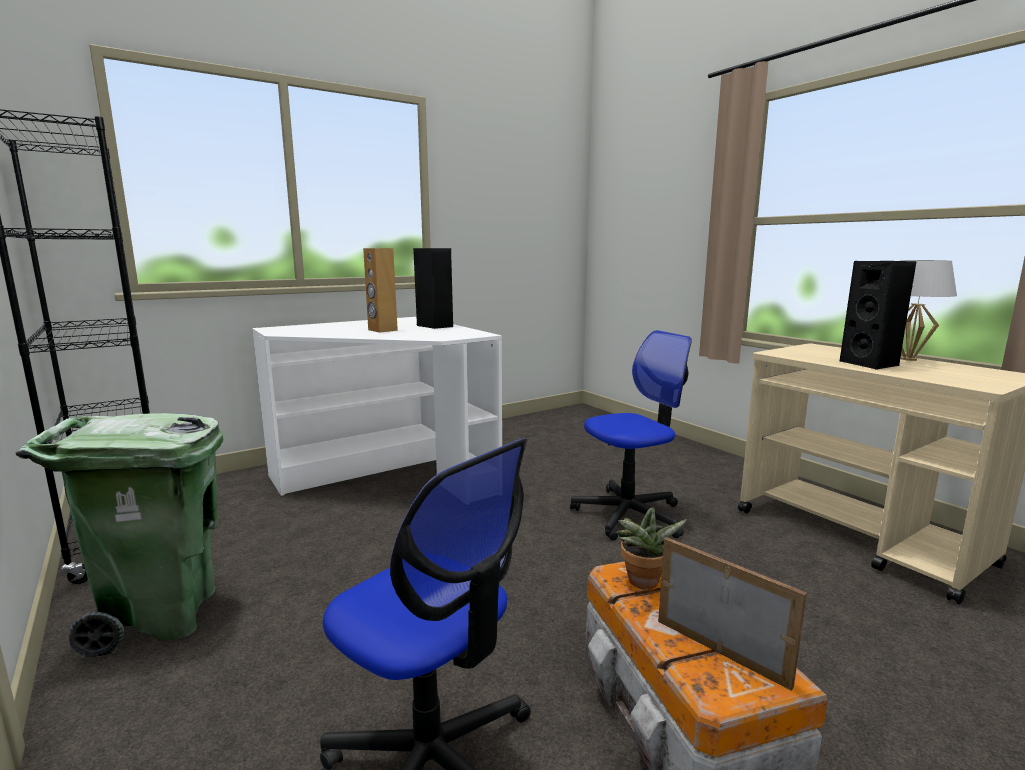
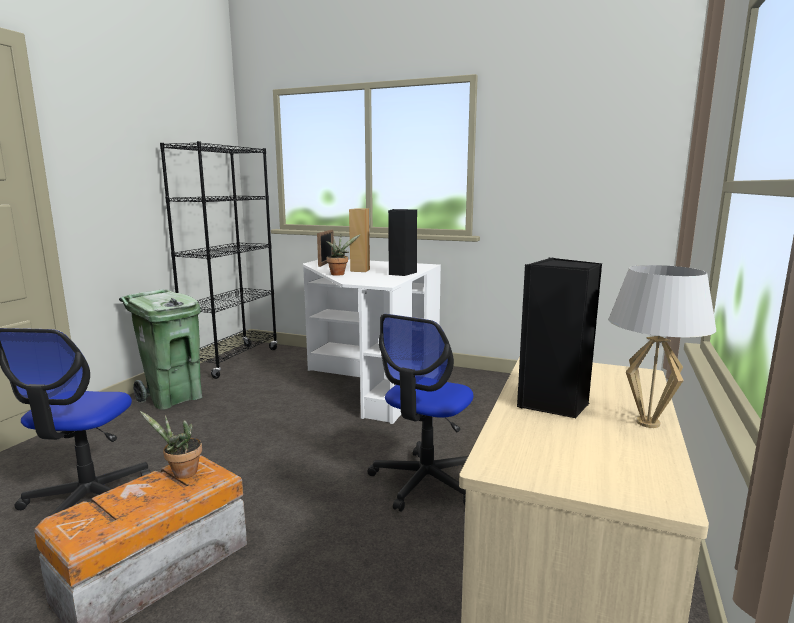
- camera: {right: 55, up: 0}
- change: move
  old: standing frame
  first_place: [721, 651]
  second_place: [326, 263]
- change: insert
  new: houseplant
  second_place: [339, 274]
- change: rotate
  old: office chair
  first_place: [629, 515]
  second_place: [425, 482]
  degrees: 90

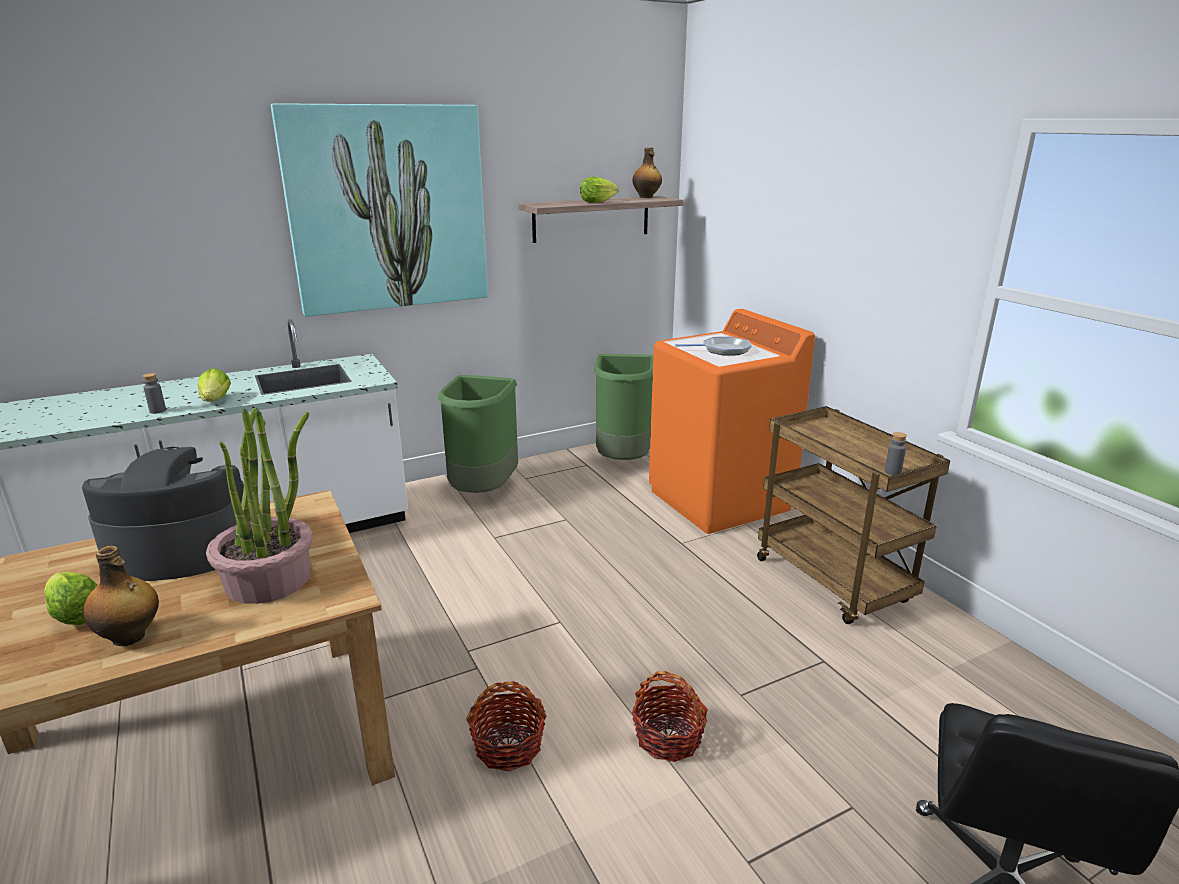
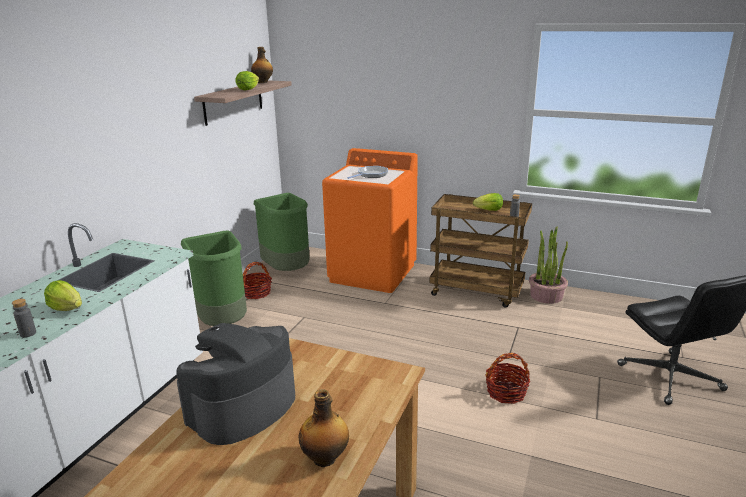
- camera: {right: -40, up: 0}
- change: move
  old: basket
  first_place: [508, 746]
  second_place: [256, 293]
- change: move
  old: head of lettuce
  first_place: [77, 616]
  second_place: [489, 210]
- change: move
  old: houseplant
  first_place: [269, 579]
  second_place: [546, 295]
- change: delete
  old: wall picture
  first_place: [388, 209]

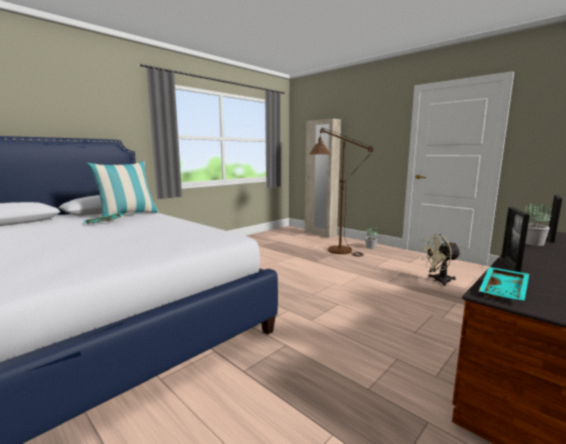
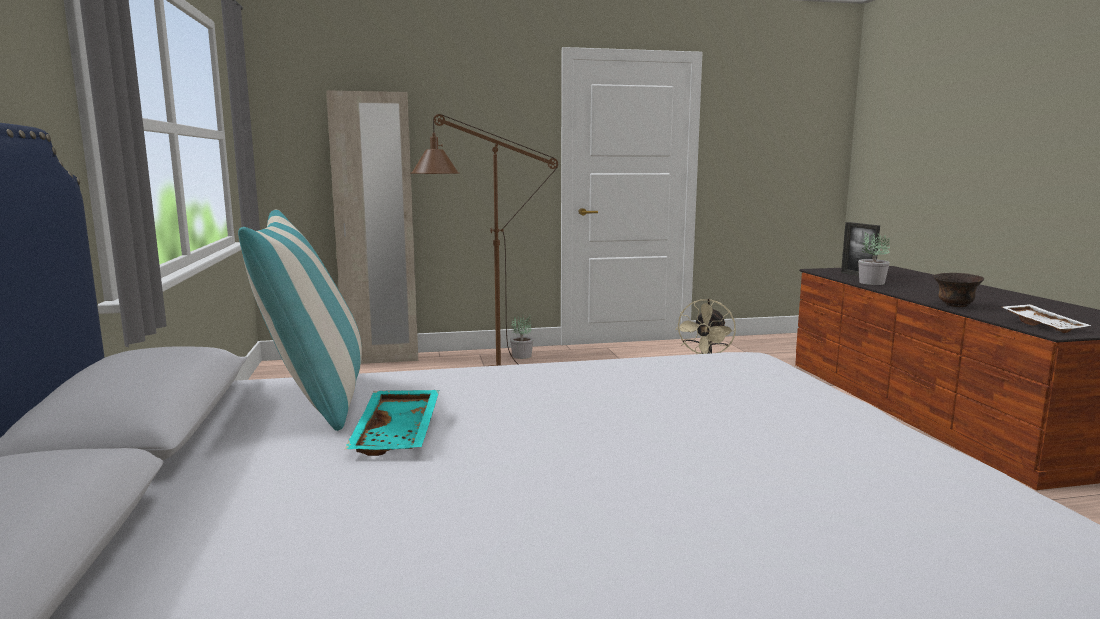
- camera: {right: -55, up: 0}
- change: replace
  old: standing frame
  new: brown-coloured serving bowl
  first_place: [510, 265]
  second_place: [955, 306]
- change: recolor
  old: turquoise-coloured serving tray
  new: whitish serving tray
  first_place: [505, 291]
  second_place: [1043, 326]

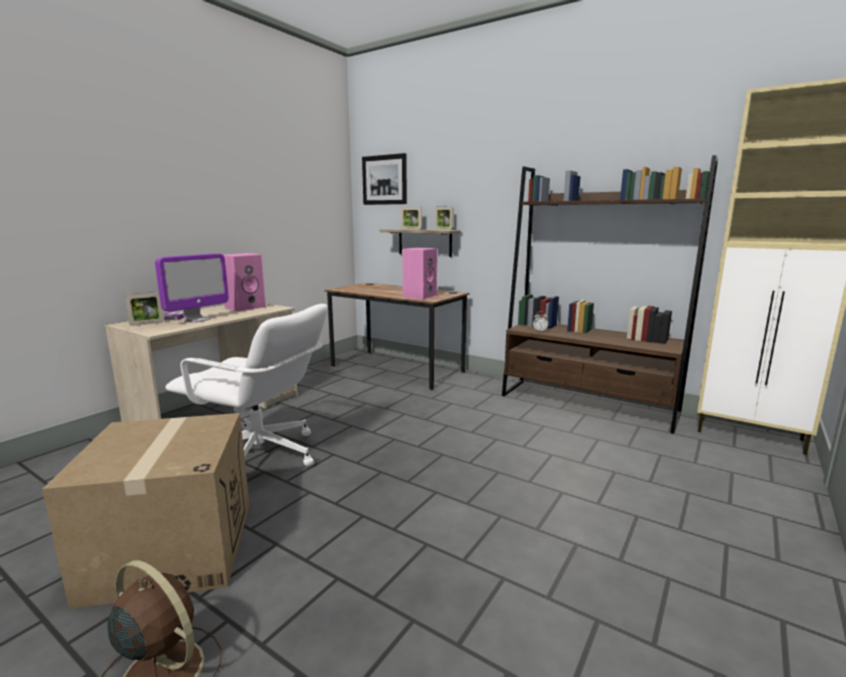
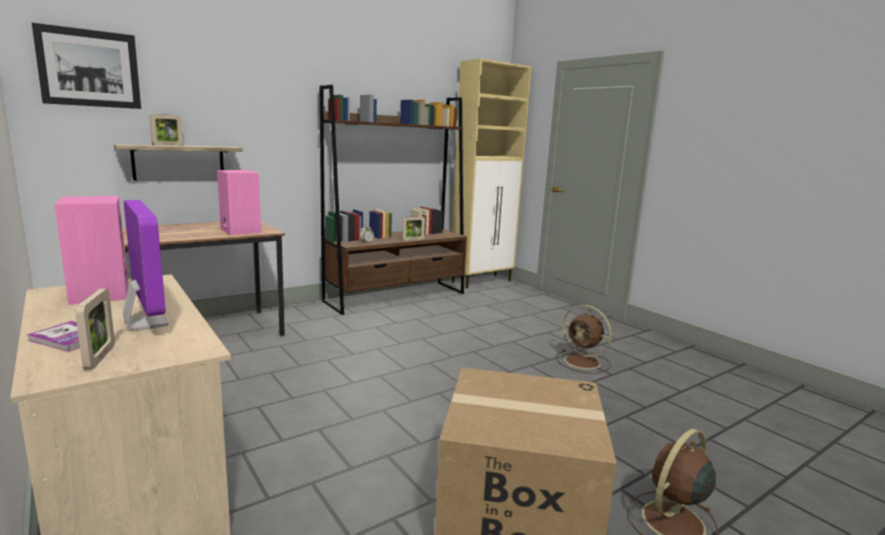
- camera: {right: -70, up: 0}
- change: move
  old: standing frame
  first_place: [443, 229]
  second_place: [413, 239]
- change: insert
  new: brown-coloured fan
  second_place: [584, 362]
- change: delete
  old: whitish office chair
  first_place: [261, 457]

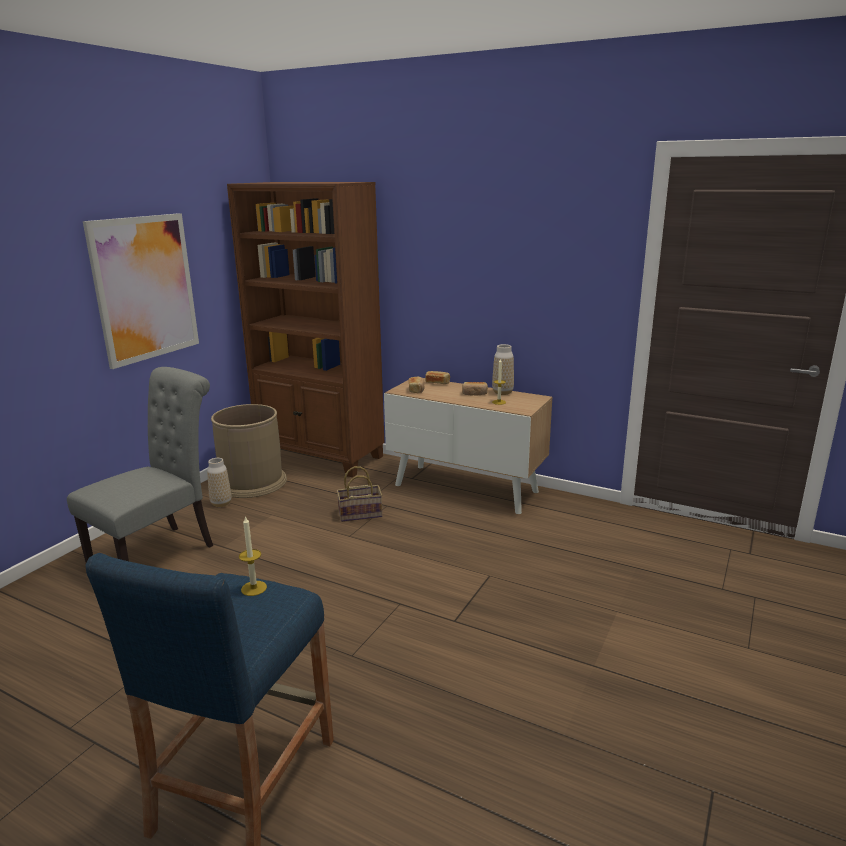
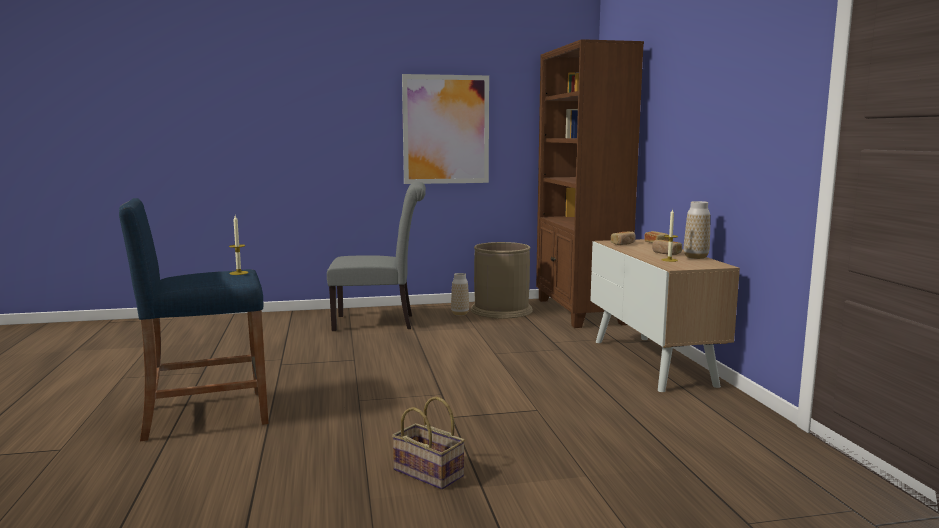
- camera: {right: 50, up: -10}
- change: move
  old: basket
  first_place: [361, 514]
  second_place: [430, 473]

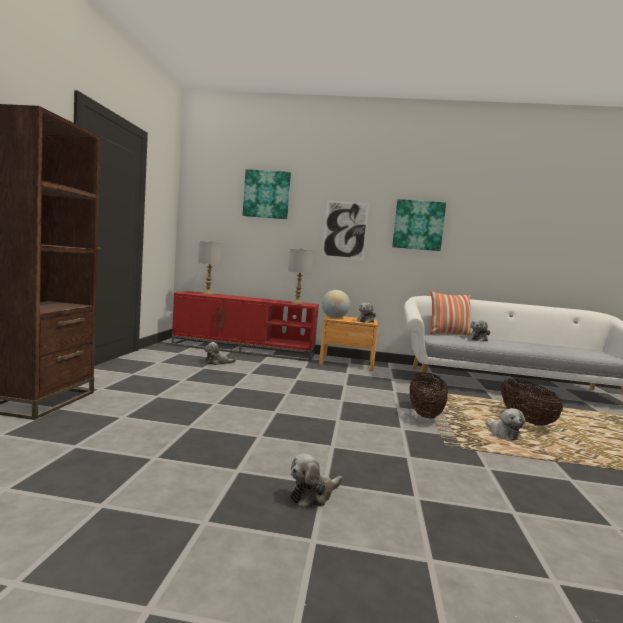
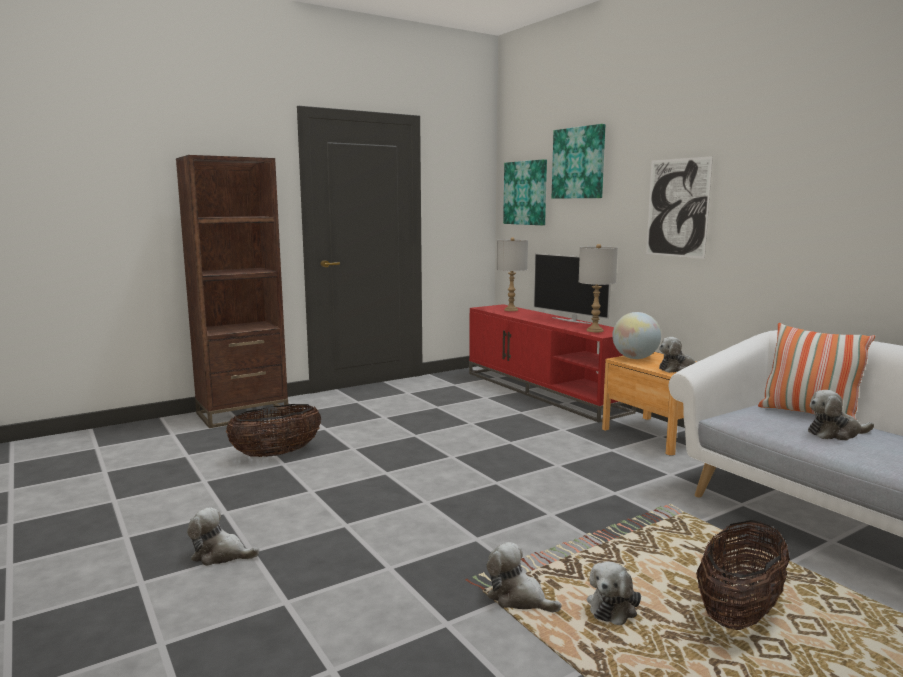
- camera: {right: 50, up: 5}
- change: move
  old: basket
  first_place: [425, 414]
  second_place: [276, 454]
- change: move
  old: plush toy
  first_place: [217, 363]
  second_place: [518, 598]
- change: move
  old: wall picture
  first_place: [418, 225]
  second_place: [526, 193]
- change: insert
  new: TV
  second_place: [571, 320]

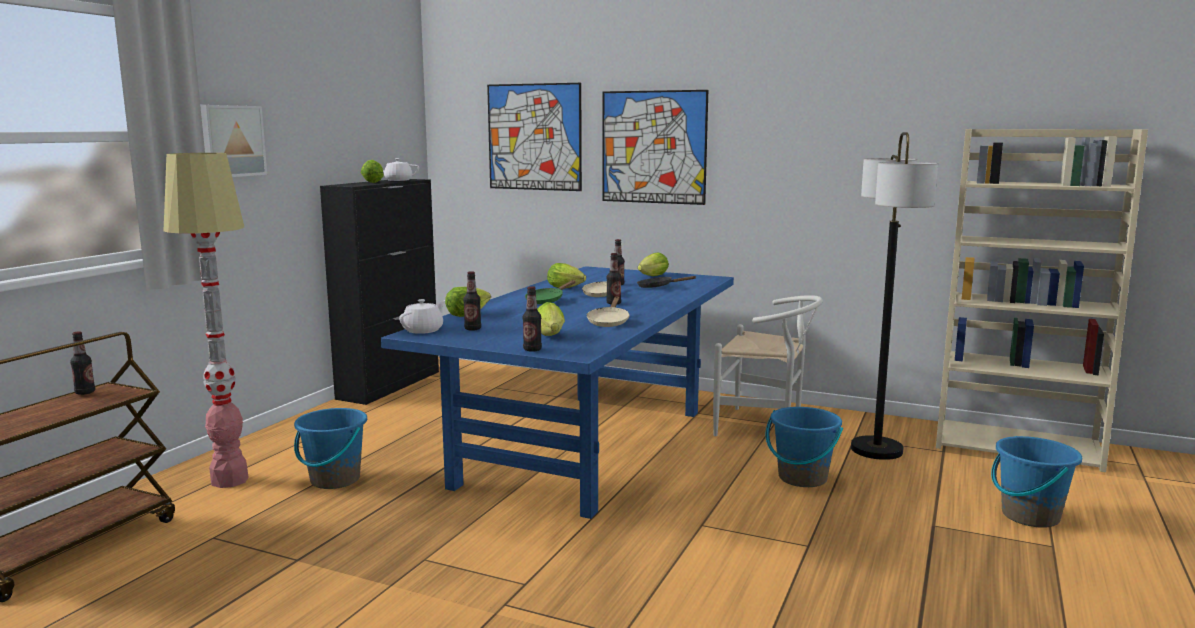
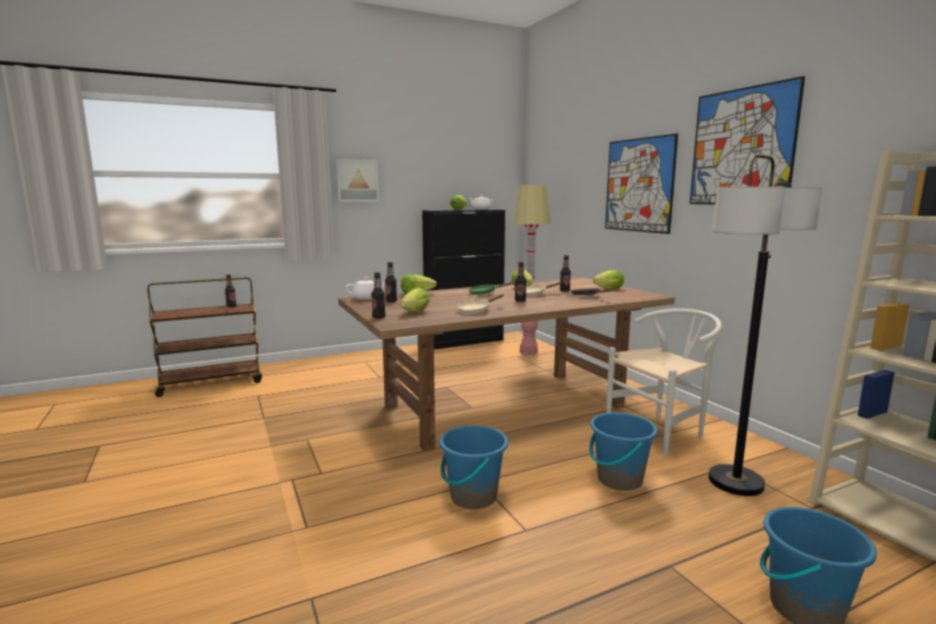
- camera: {right: 40, up: 0}
- change: recolor
  old: bluish dinner table
  new: brown-coloured dinner table
  first_place: [587, 445]
  second_place: [506, 405]
- change: move
  old: bluish water bucket
  first_place: [334, 480]
  second_place: [473, 497]
- change: move
  old: standing lamp
  first_place: [229, 480]
  second_place: [528, 352]
- change: rotate
  old: whitish upright chair
  first_place: [765, 427]
  second_place: [661, 432]
  degrees: -90
- change: move
  old: wall picture
  first_place: [534, 137]
  second_place: [741, 147]

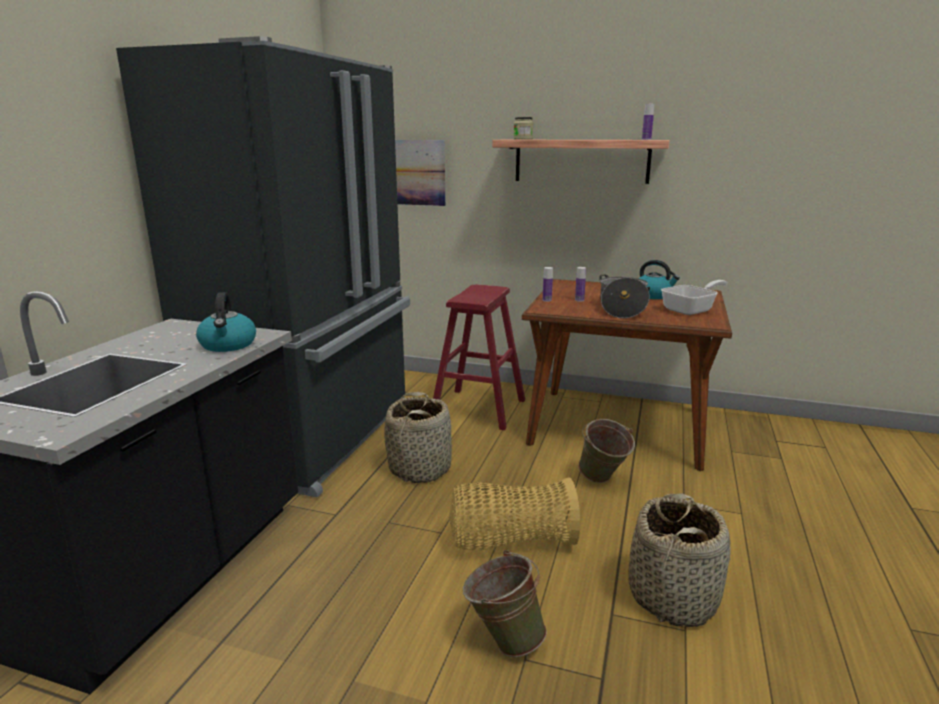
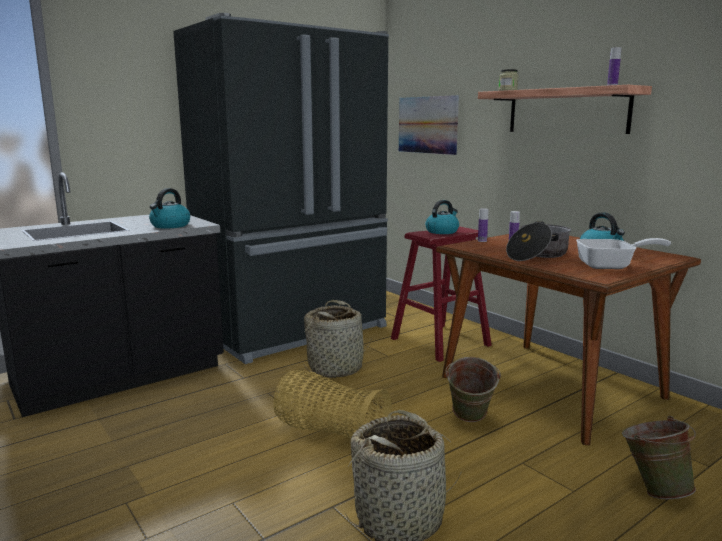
- camera: {right: 35, up: -5}
- change: insert
  new: kettle
  second_place: [442, 231]
- change: move
  old: green water bucket
  first_place: [503, 640]
  second_place: [653, 489]

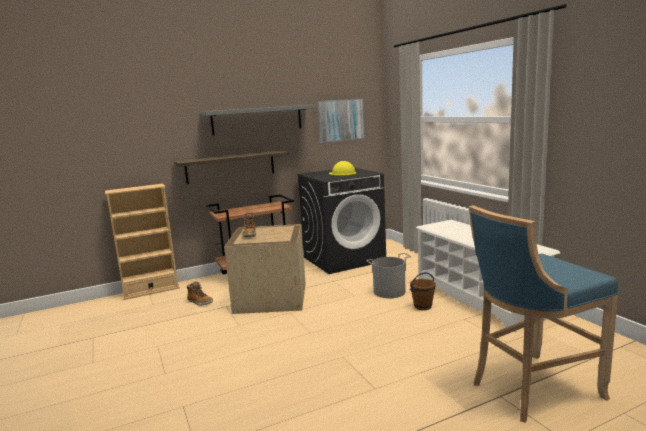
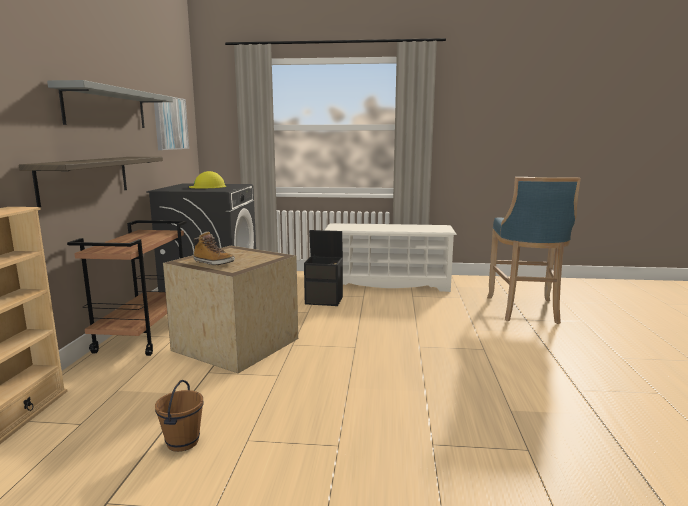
- camera: {right: -60, up: 0}
- change: move
  old: brown-coloured water bucket
  first_place: [422, 306]
  second_place: [182, 442]
- change: replace
  old: greyish water bucket
  new: black storage bin
  first_place: [389, 292]
  second_place: [325, 300]
- change: delete
  old: tall boot
  first_place: [199, 302]

